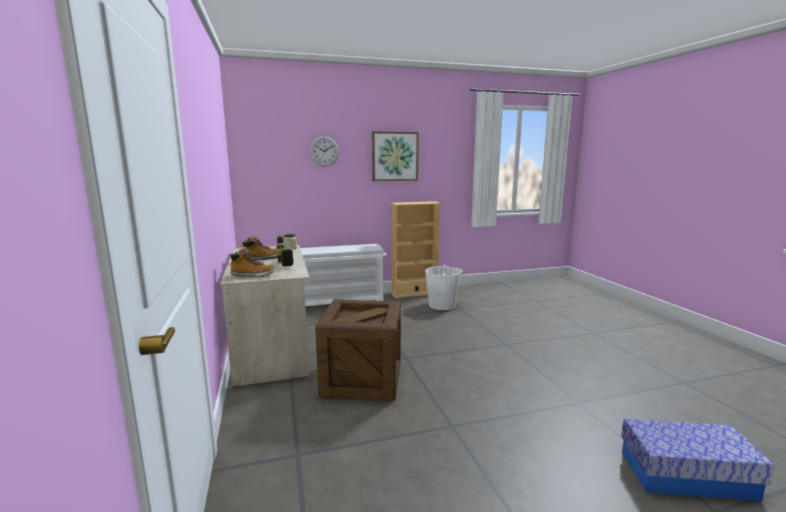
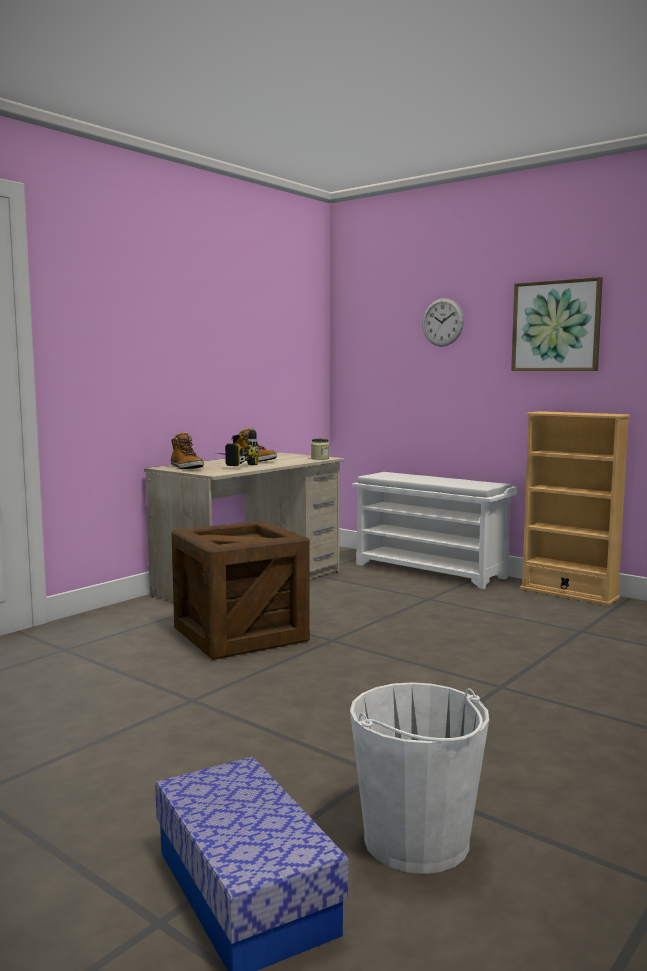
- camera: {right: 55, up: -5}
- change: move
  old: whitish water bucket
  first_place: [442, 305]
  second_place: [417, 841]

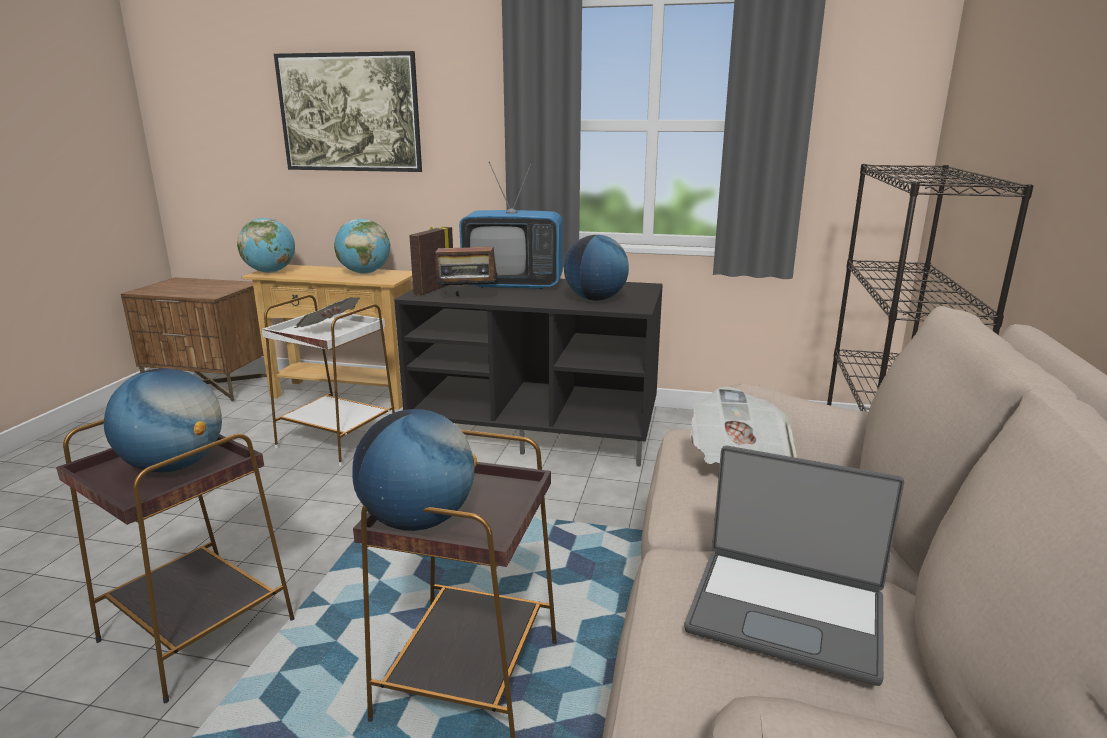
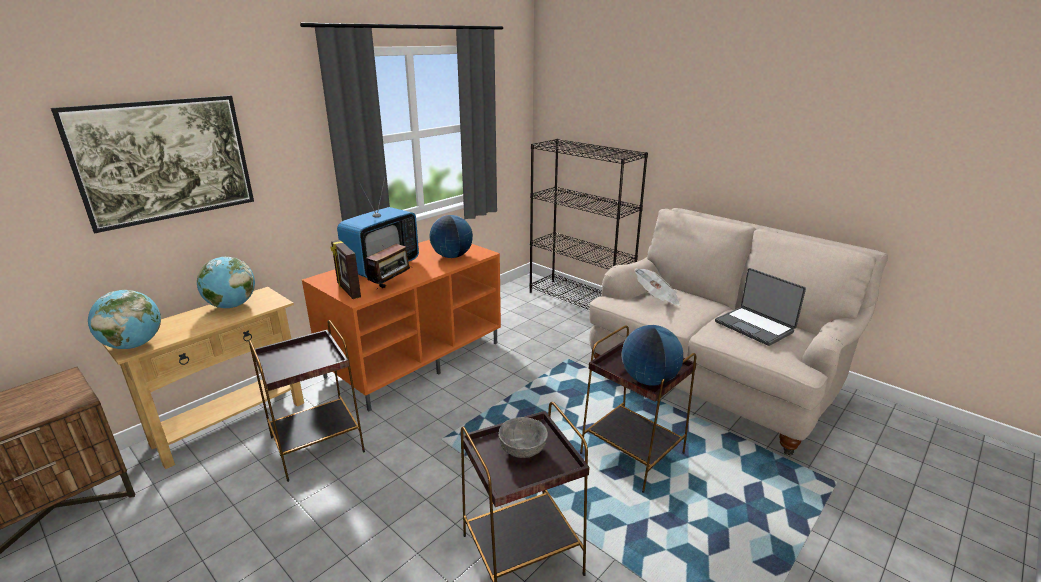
- camera: {right: -60, up: 5}
- change: recolor
  old: whitish accent table
  new: brown-coloured accent table
  first_place: [338, 440]
  second_place: [318, 444]
- change: recolor
  old: black tv unit
  new: orangey tv unit
  first_place: [538, 430]
  second_place: [415, 358]
- change: replace
  old: desk globe
  new: greyish serving bowl
  first_place: [174, 466]
  second_place: [522, 450]
- change: rotate
  old: notebook computer
  first_place: [786, 612]
  second_place: [755, 326]
  degrees: 90
- change: delete
  old: printed paper
  first_place: [329, 330]

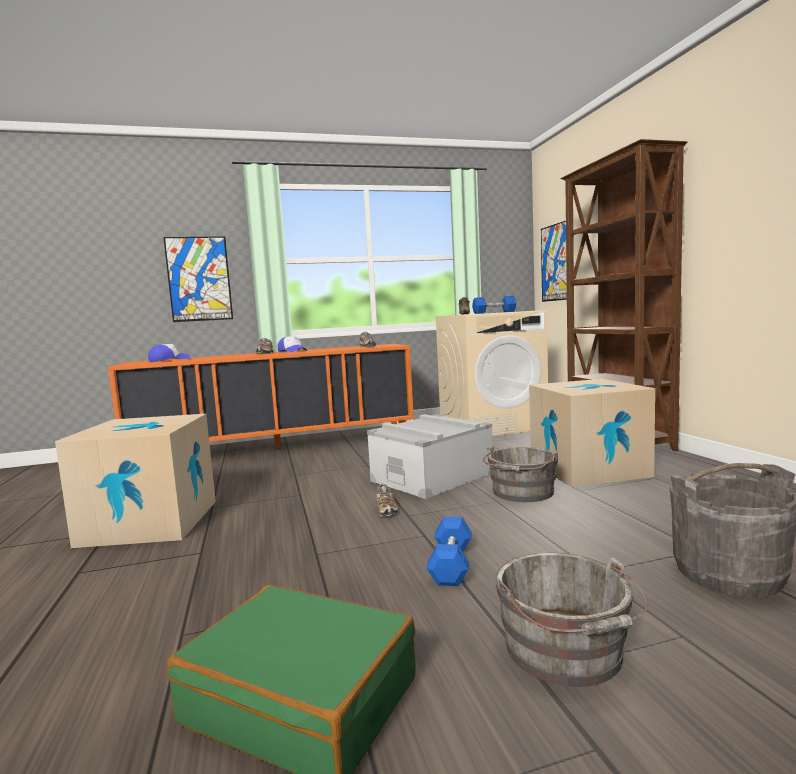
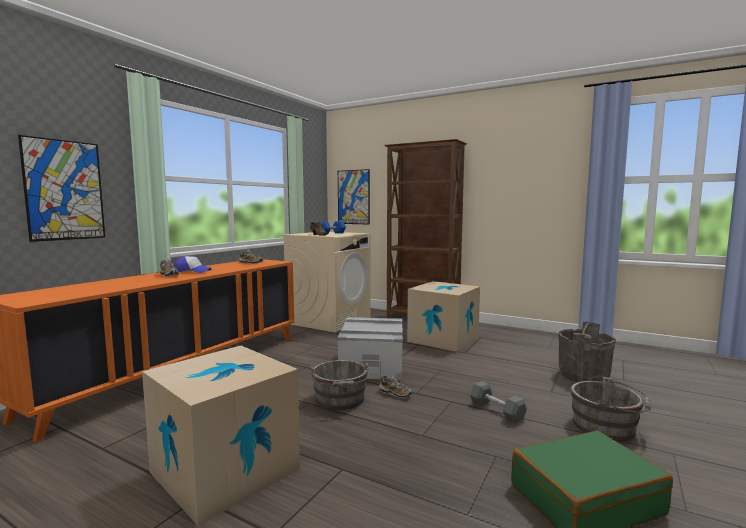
- camera: {right: -45, up: 0}
- change: move
  old: greyish water bucket
  first_place: [521, 493]
  second_place: [340, 400]
- change: recolor
  old: bluish hand weight
  new: greyish hand weight
  first_place: [451, 564]
  second_place: [497, 411]
- change: delete
  old: baseball cap
  first_place: [169, 360]

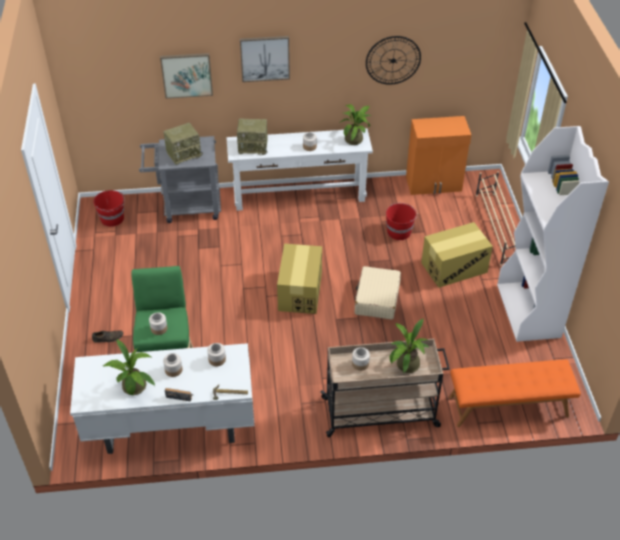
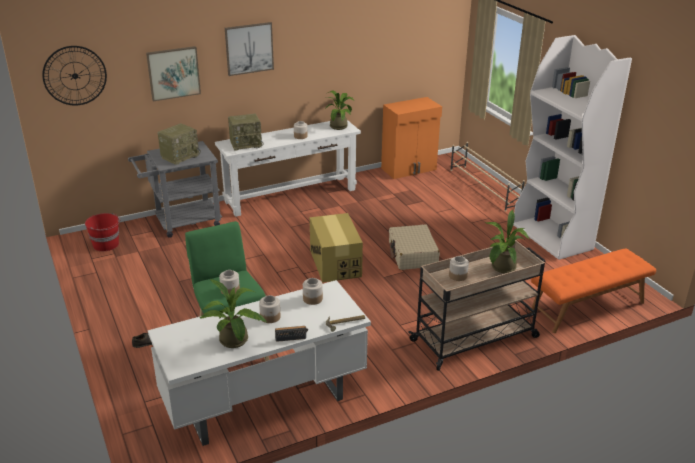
- camera: {right: -20, up: -15}
- change: move
  old: wall clock
  first_place: [393, 60]
  second_place: [75, 76]
- change: delete
  old: red water bucket
  first_place: [399, 232]
- change: delete
  old: carton
  first_place: [454, 267]

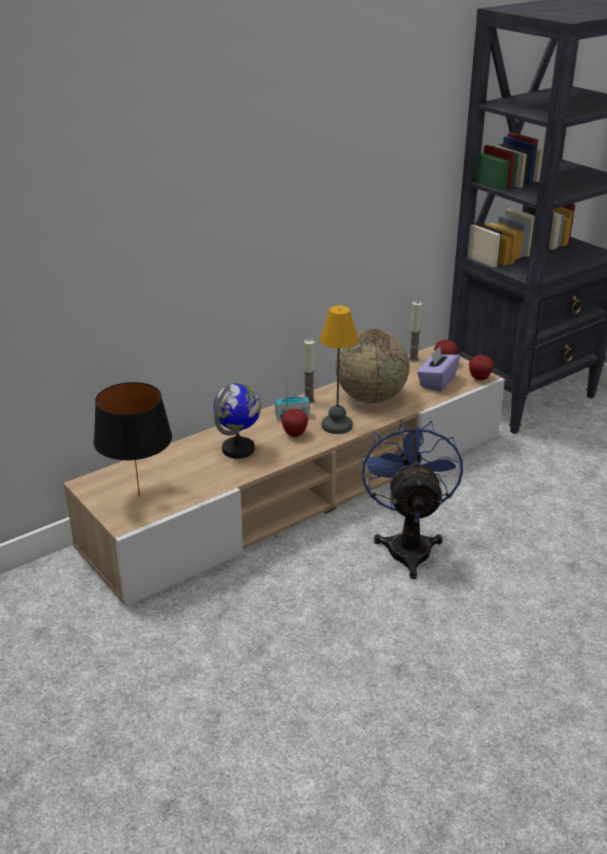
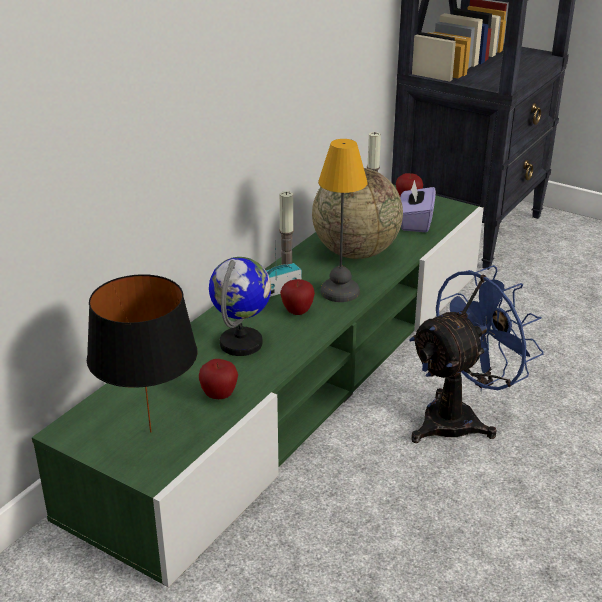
- camera: {right: -20, up: 0}
- change: recolor
  old: sand-coloured tv unit
  new: green tv unit
  first_place: [304, 490]
  second_place: [301, 379]
- change: move
  old: apple fruit
  first_place: [479, 378]
  second_place: [219, 396]
- change: rotate
  old: bluish fan
  first_place: [408, 545]
  second_place: [460, 418]
  degrees: 75

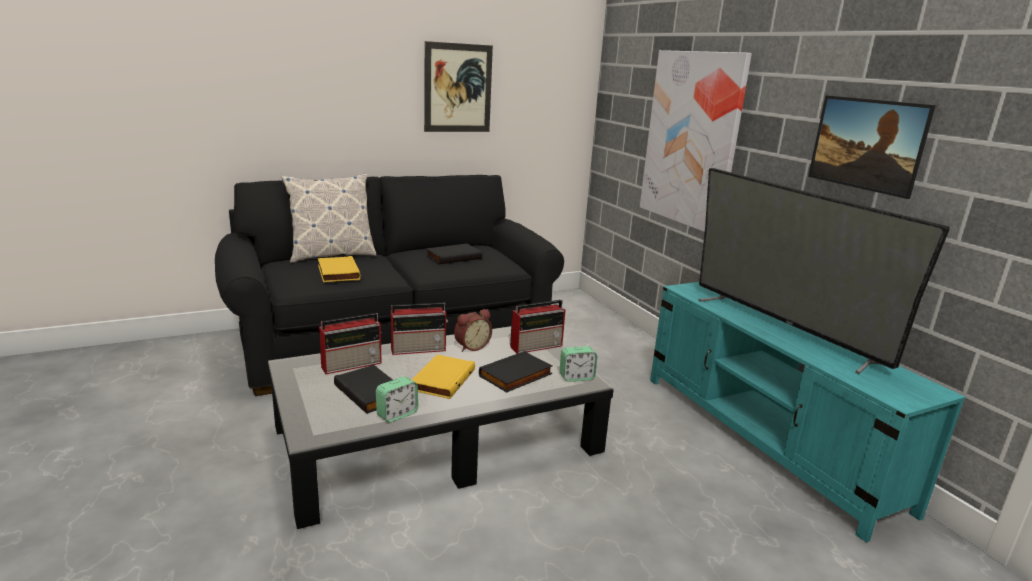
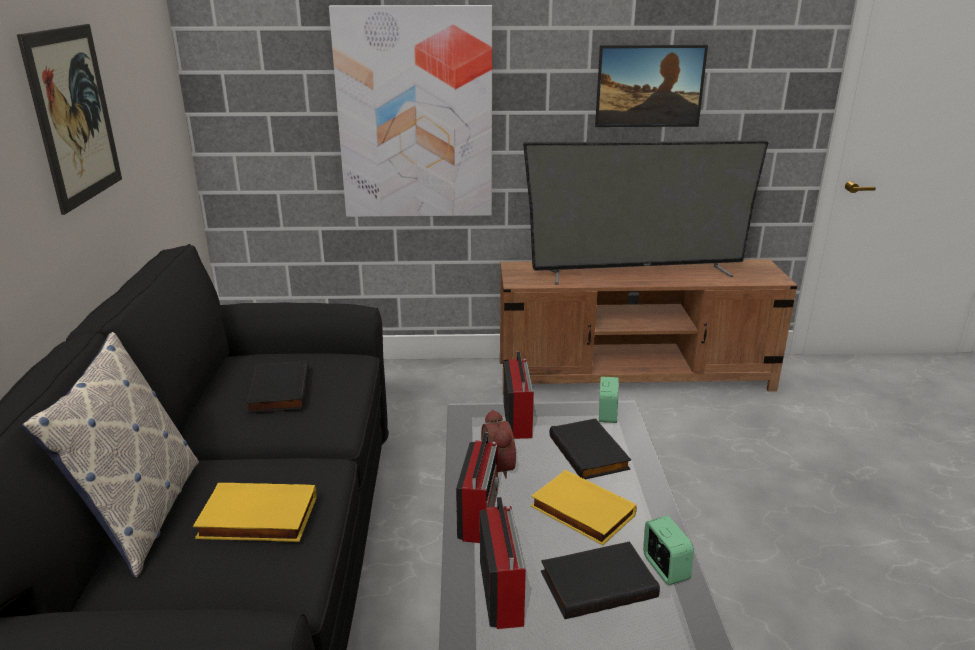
- camera: {right: -65, up: 5}
- change: recolor
  old: turquoise-coloured tv unit
  new: brown-coloured tv unit
  first_place: [765, 439]
  second_place: [634, 376]

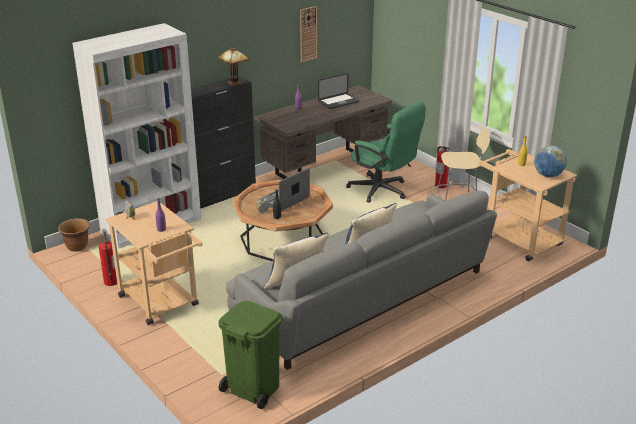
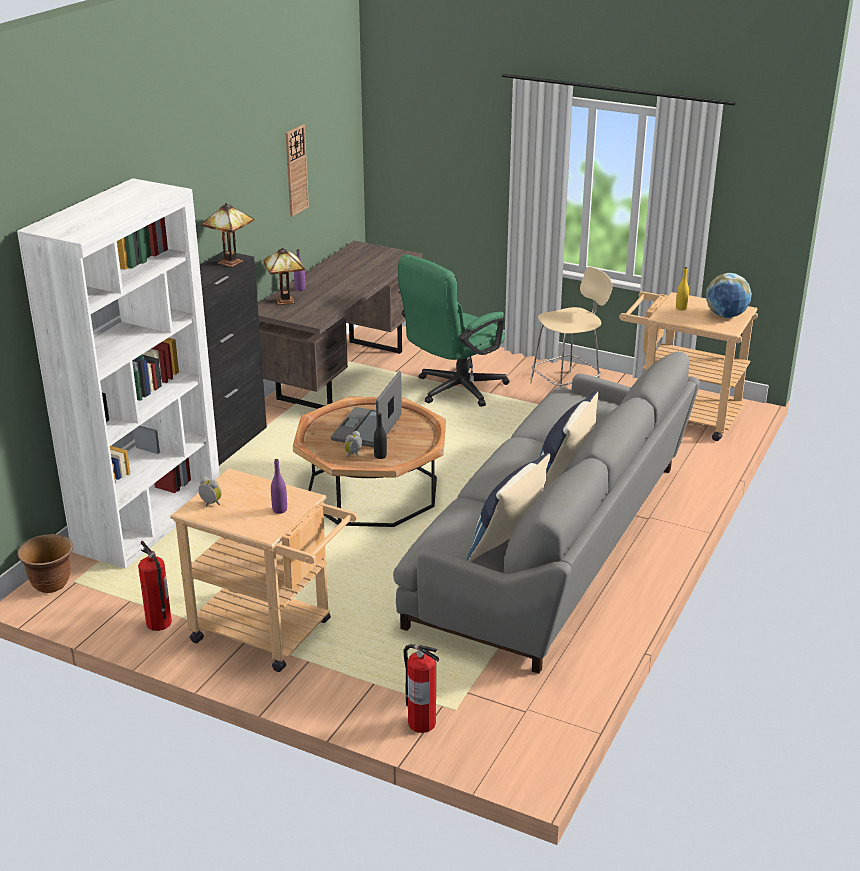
- camera: {right: -25, up: 0}
- change: insert
  new: table lamp
  second_place: [286, 300]
- change: rotate
  old: green office chair
  first_place: [383, 191]
  second_place: [453, 391]
  degrees: 120
- change: move
  old: fire-fighting cylinder
  first_place: [440, 185]
  second_place: [421, 722]
- change: delete
  old: green waste bin
  first_place: [252, 388]
- change: delete
  old: notebook computer
  first_place: [338, 102]

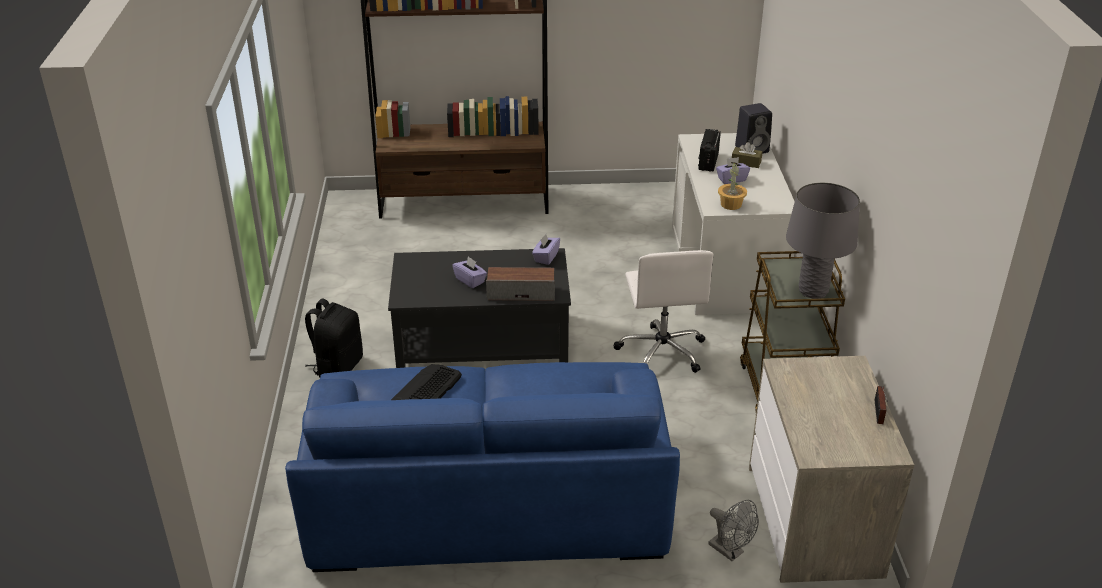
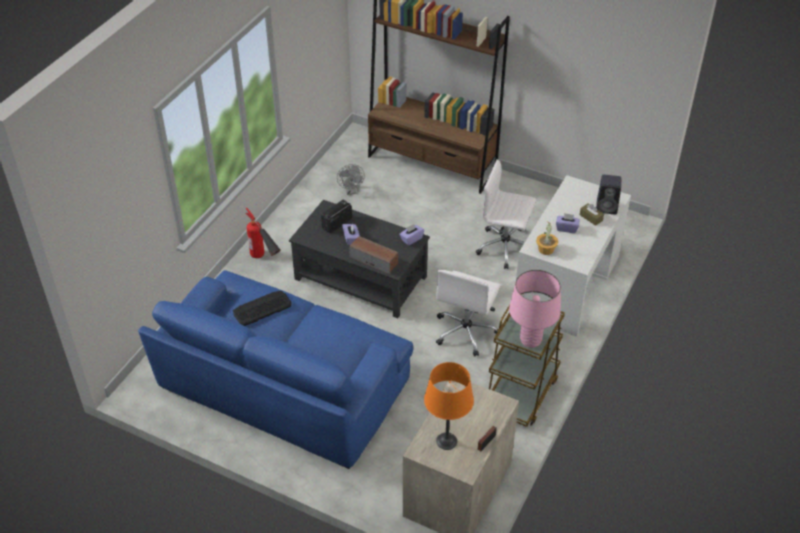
- camera: {right: 30, up: 10}
- change: replace
  old: black knapsack
  new: fire-fighting cylinder
  first_place: [337, 367]
  second_place: [265, 261]
- change: move
  old: radio
  first_place: [708, 162]
  second_place: [336, 224]
- change: move
  old: greyish fan
  first_place: [730, 551]
  second_place: [351, 191]
- change: insert
  new: orangey table lamp
  second_place: [447, 441]
- change: insert
  new: whitish office chair
  second_place: [505, 247]
- change: recolor
  old: greyish table lamp
  new: pink table lamp
  first_place: [813, 291]
  second_place: [530, 340]

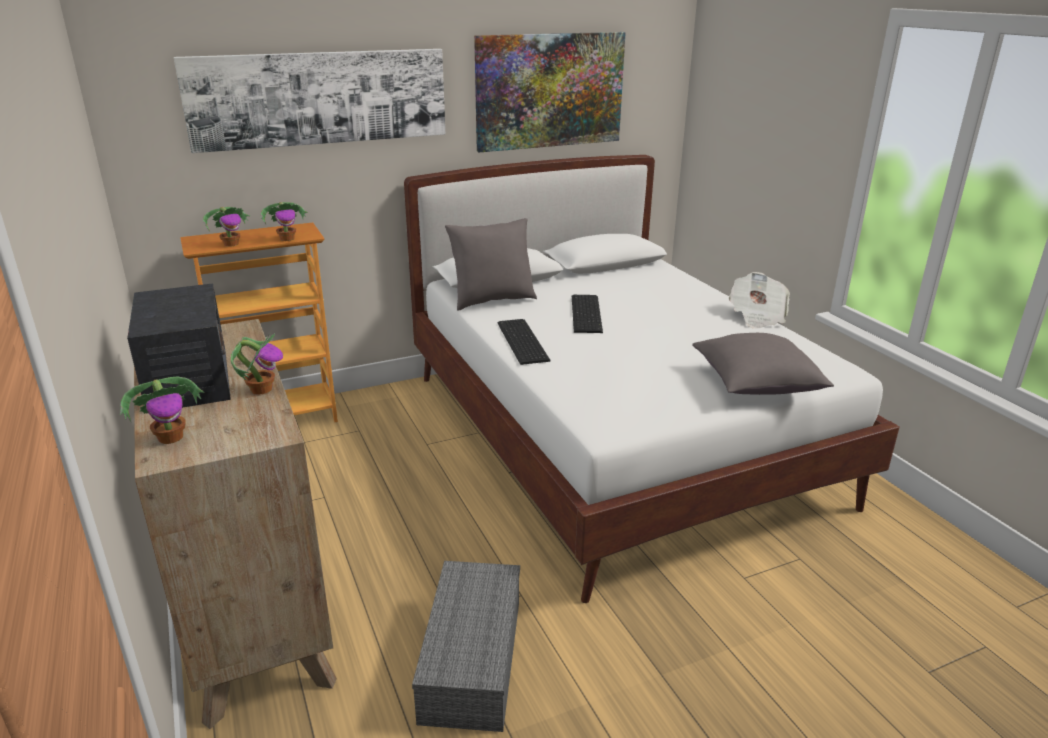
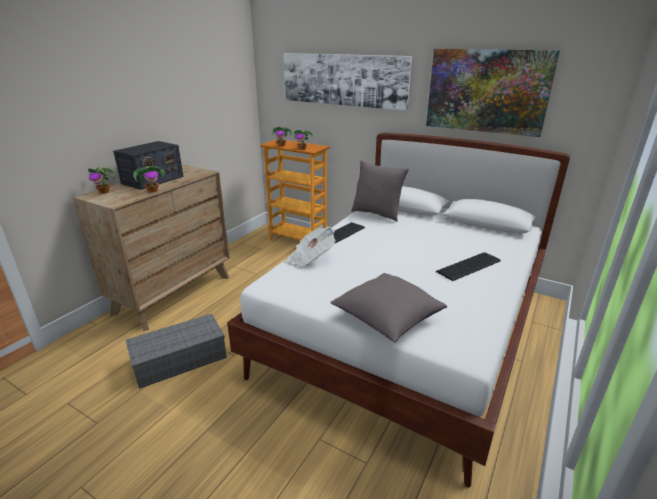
- camera: {right: 55, up: 0}
- change: move
  old: printed paper
  first_place: [757, 316]
  second_place: [311, 257]
- change: move
  old: keyboard
  first_place: [587, 313]
  second_place: [470, 266]

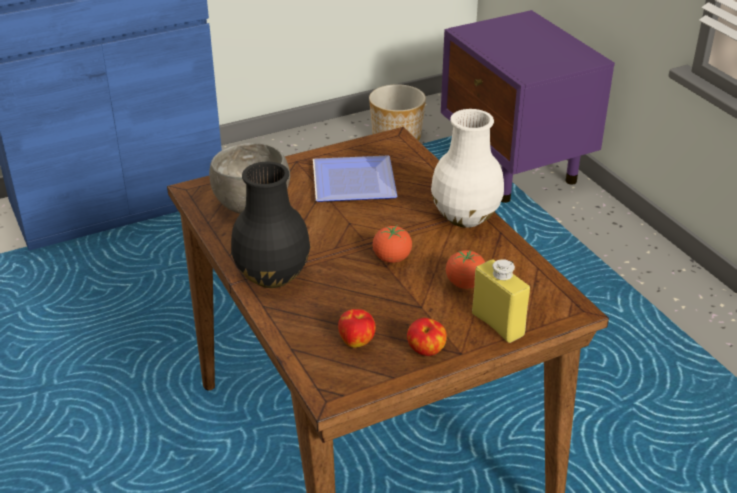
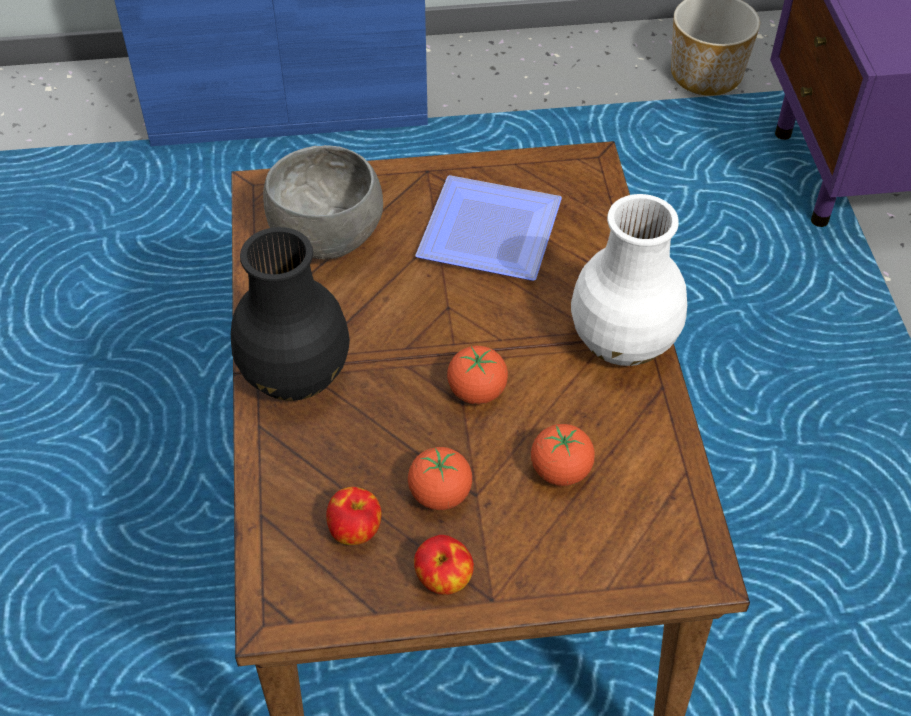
- camera: {right: 20, up: 15}
- change: insert
  new: fresh tomato
  second_place: [440, 494]
- change: delete
  old: yellow-coloured bottle
  first_place: [497, 324]

